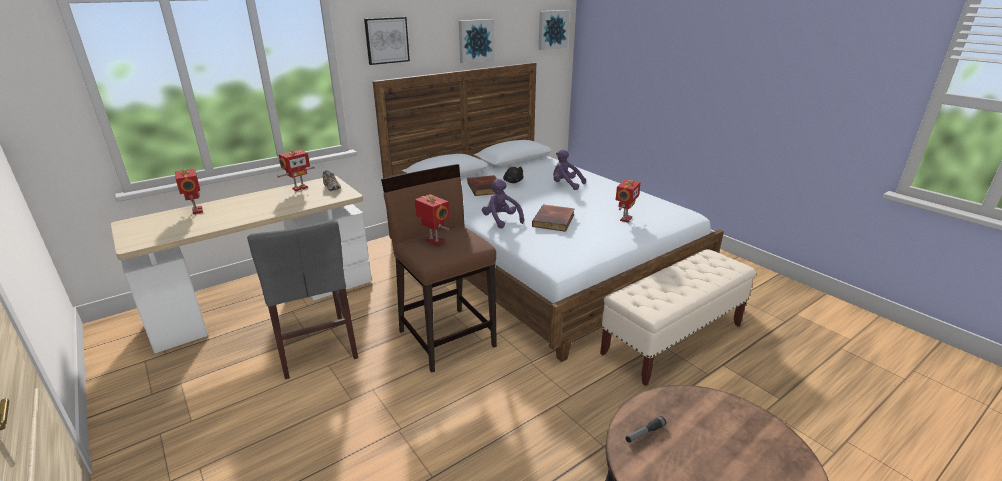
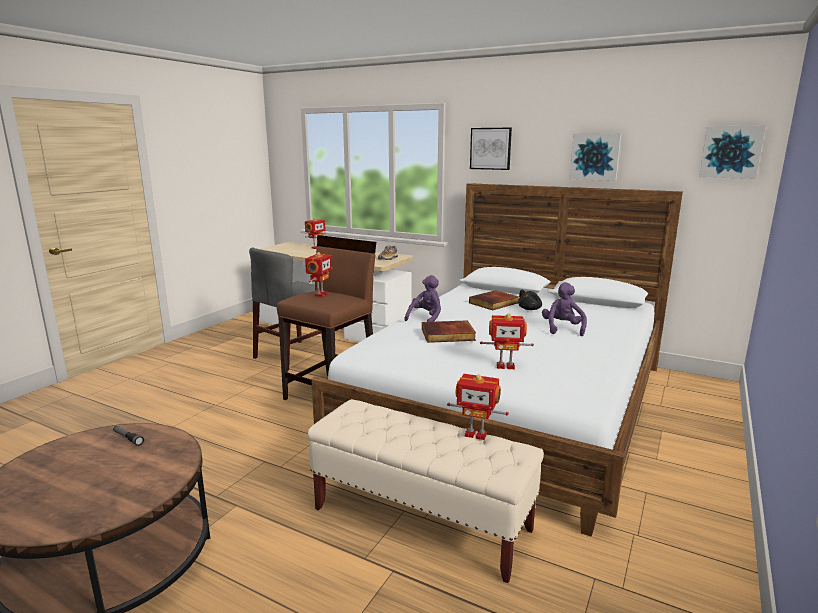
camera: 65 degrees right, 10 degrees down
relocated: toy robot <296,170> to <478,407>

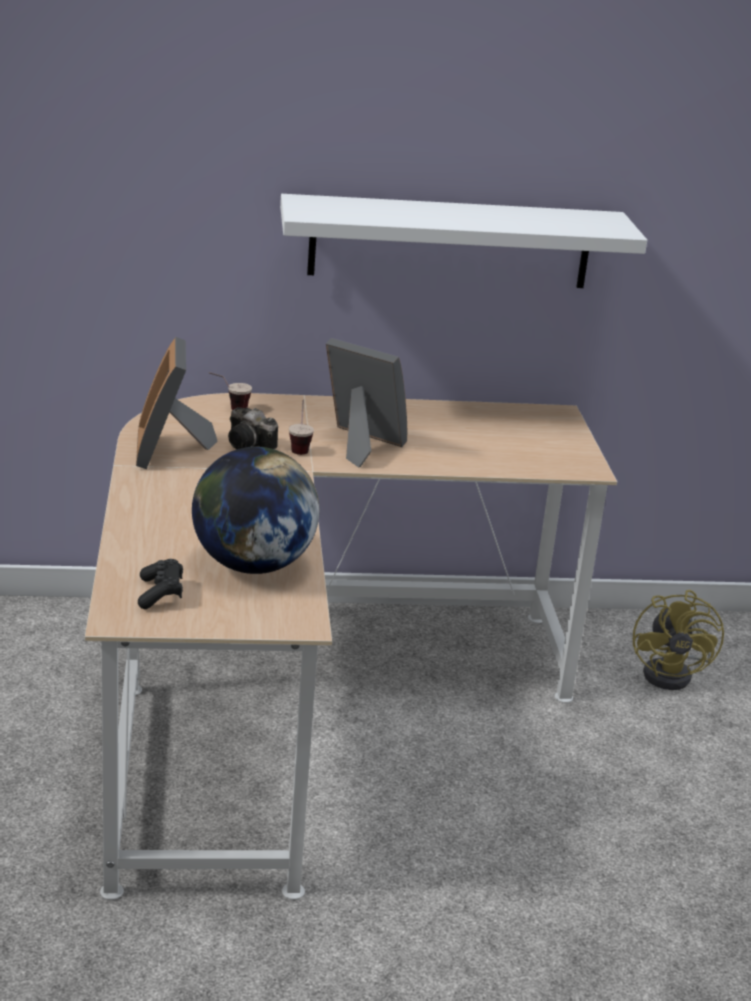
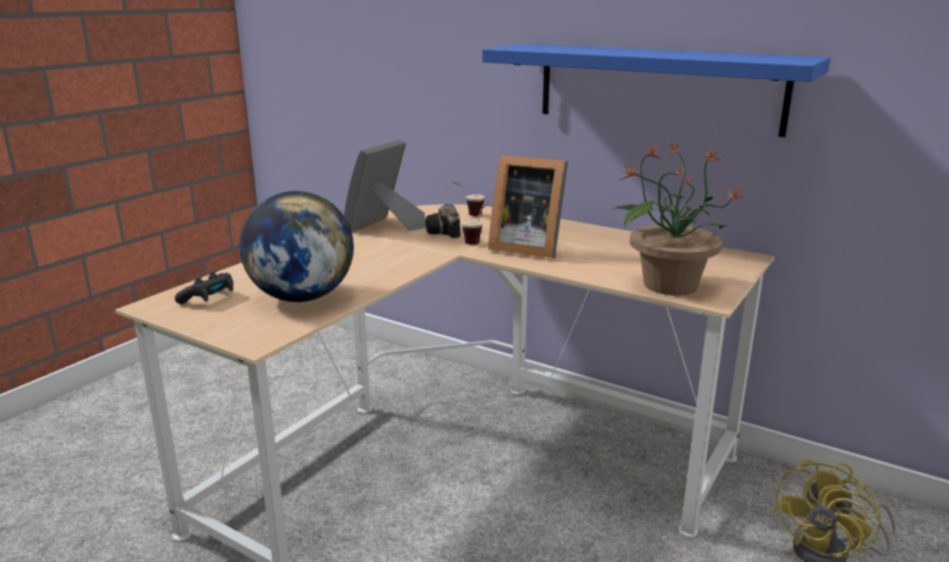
camera: 40 degrees right, 5 degrees down
appeared: potted plant <679,218>
colour: white shelf <463,241> to blue shelf <656,90>
spun: picture frame <366,403> = <528,206> 135 degrees clockwise

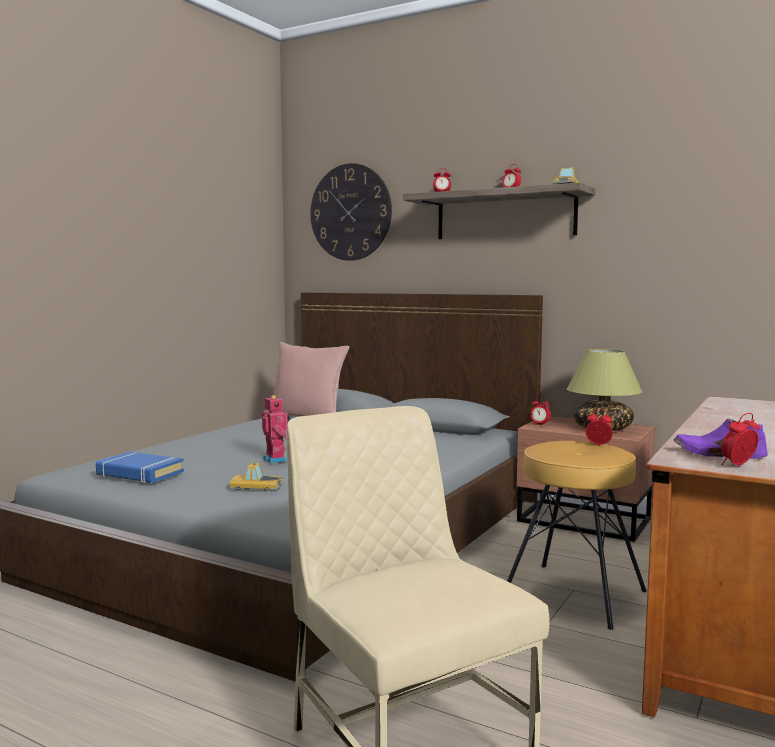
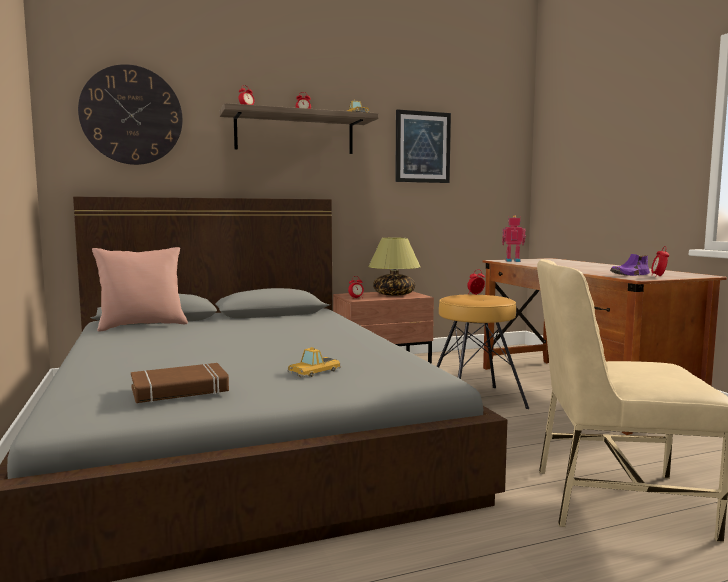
camera: 50 degrees left, 0 degrees up
appeared: picture <423,146>
relocated: toy robot <276,429> to <514,238>
colour: blue book <140,467> to brown book <180,383>

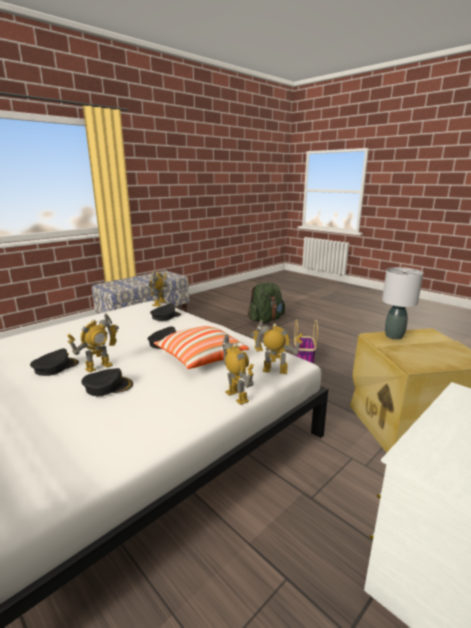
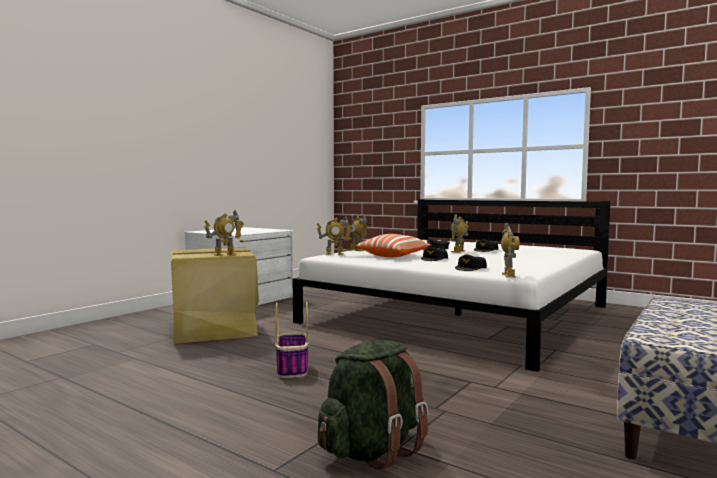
camera: 170 degrees right, 15 degrees down
exchanged: grey table lamp <402,303> to toy robot <224,233>

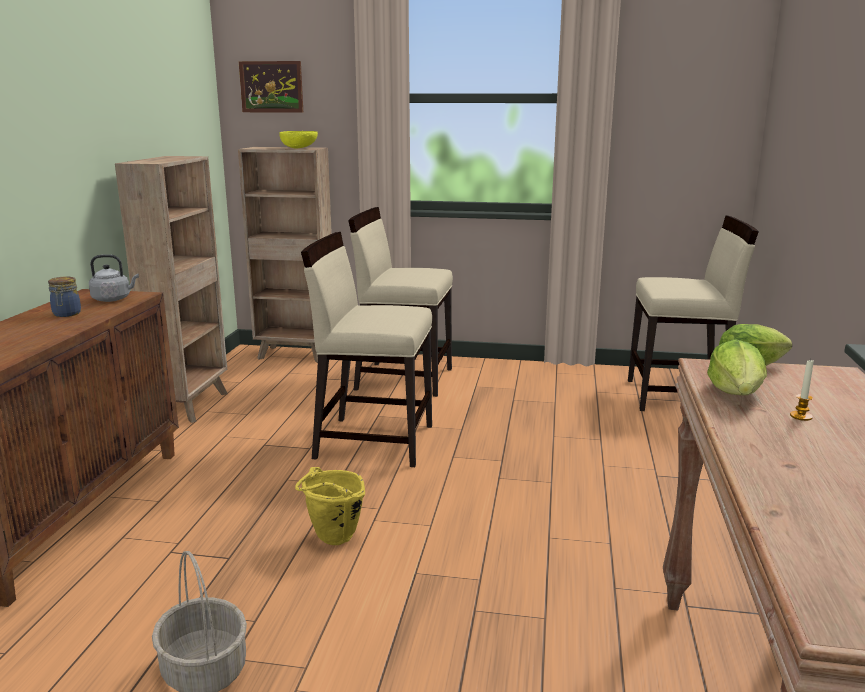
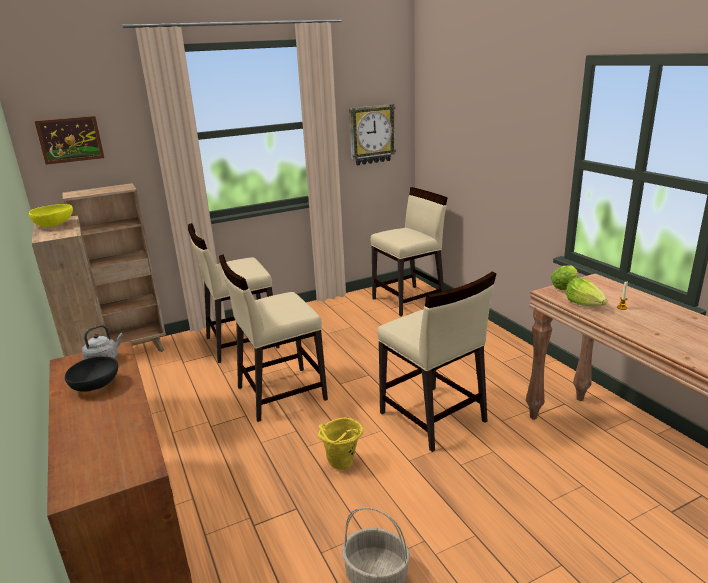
camera: 35 degrees left, 5 degrees up
appeared: wall clock <372,134>; beige chair <436,361>
relocated: yellow bowl <298,139> to <51,215>
exchanged: jar <64,297> to black bowl <91,374>

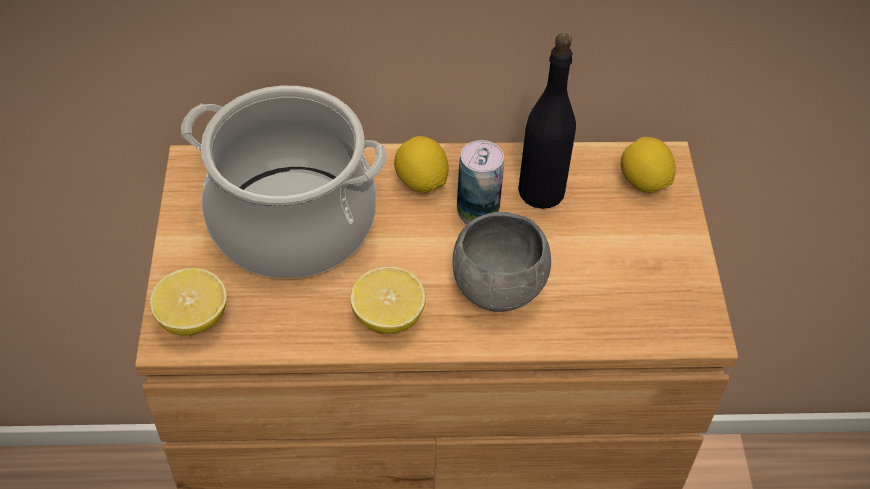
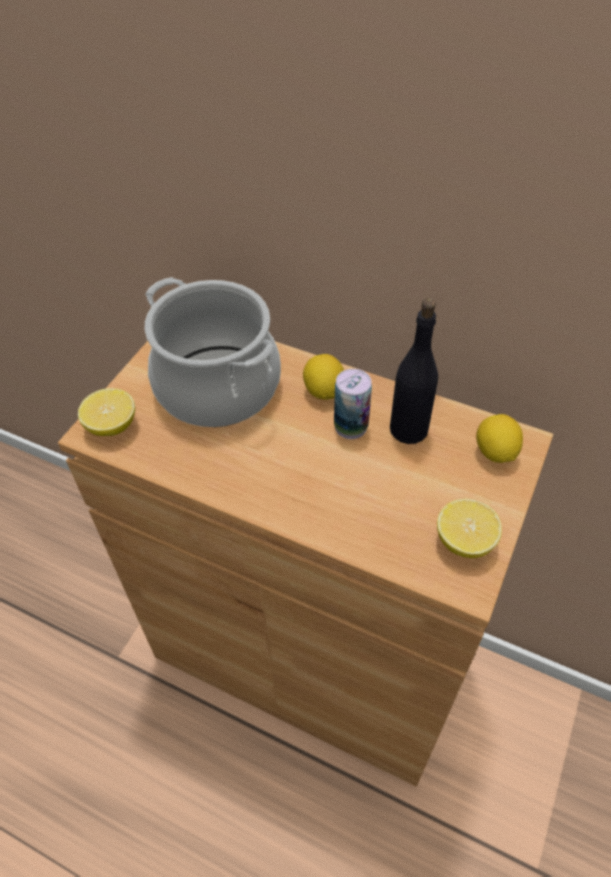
camera: 30 degrees right, 0 degrees up
missing: grey bowl <501,262>
relocated: lemon <388,300> to <469,528>

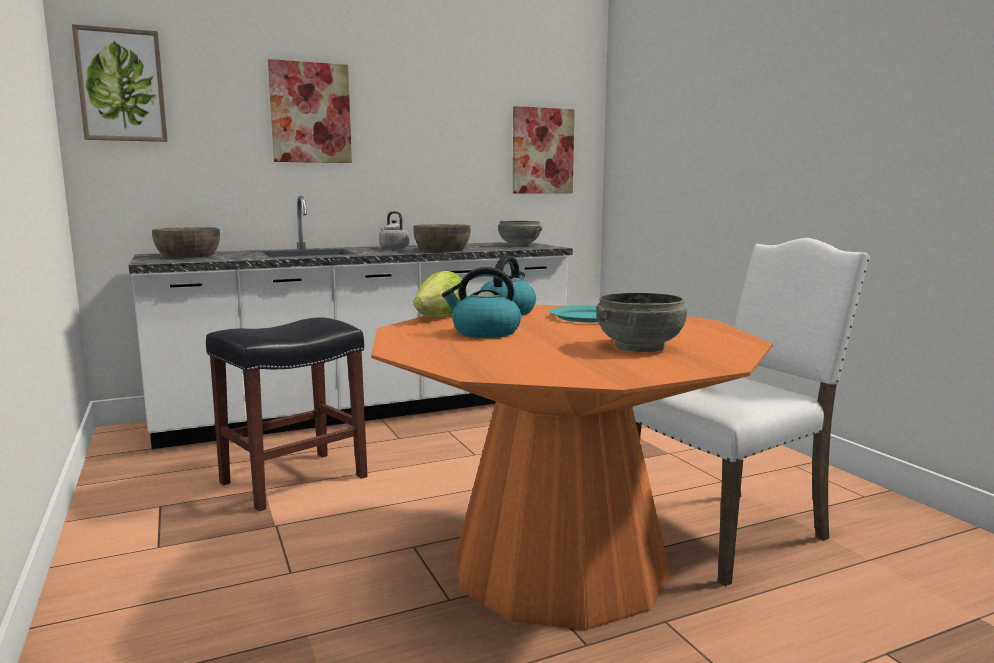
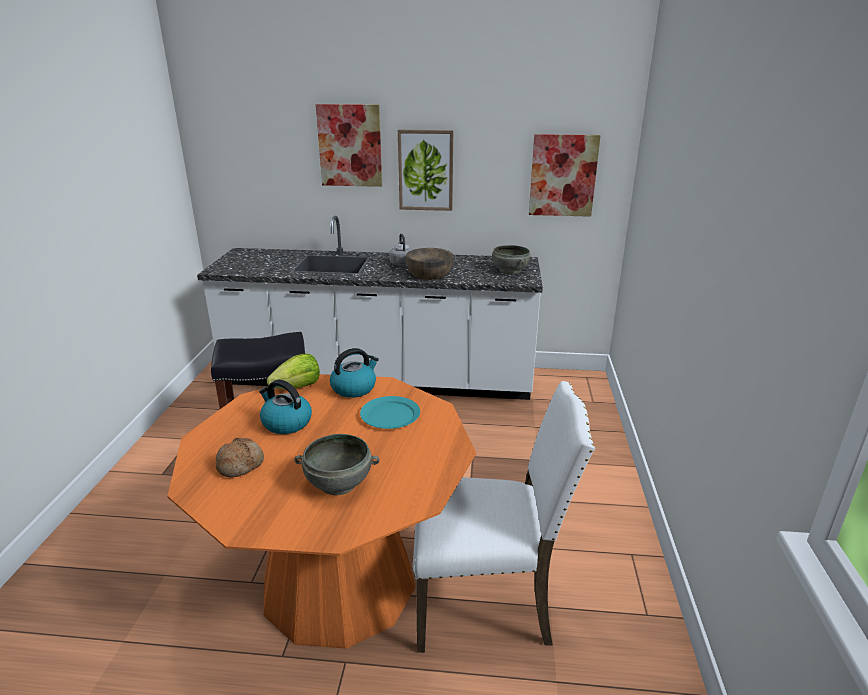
camera: 30 degrees right, 15 degrees up
missing: brown bowl <186,242>
appeared: bread <240,458>
relocated: picture <120,83> to <425,170>

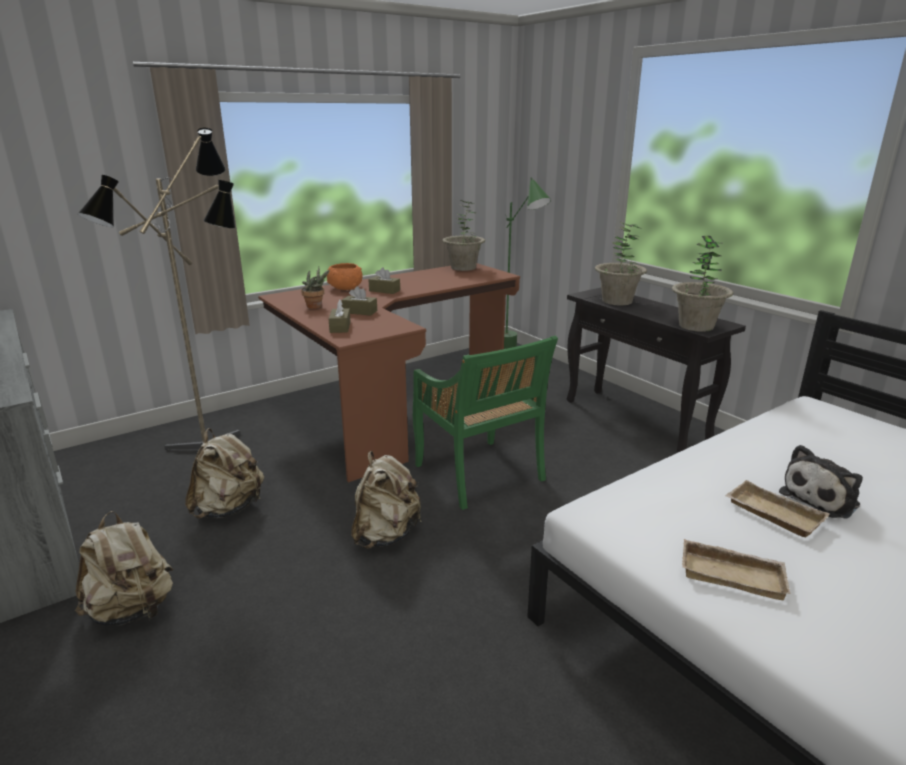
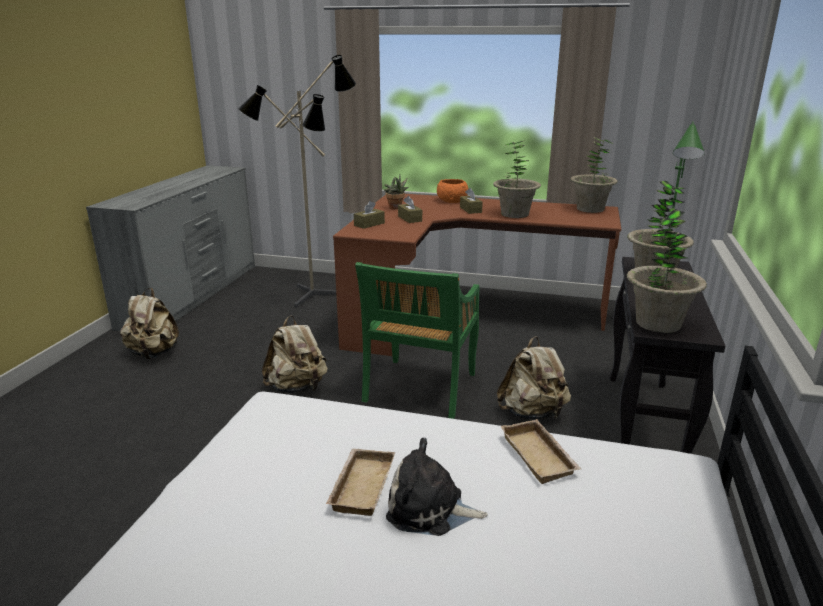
camera: 50 degrees right, 0 degrees up
appeared: potted plant <517,179>
relocated: beige backpack <224,473> to <534,378>; beige tray <736,569> to <541,451>

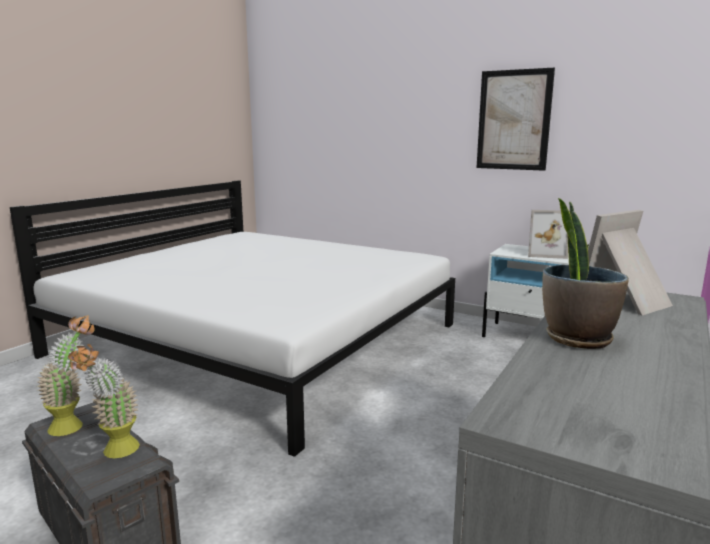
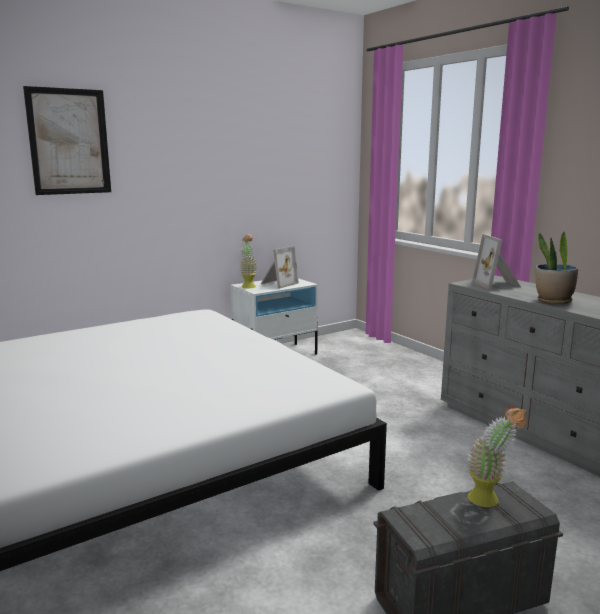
camera: 65 degrees left, 0 degrees up
relocated: potted plant <65,375> to <248,261>; picture <516,119> to <67,140>

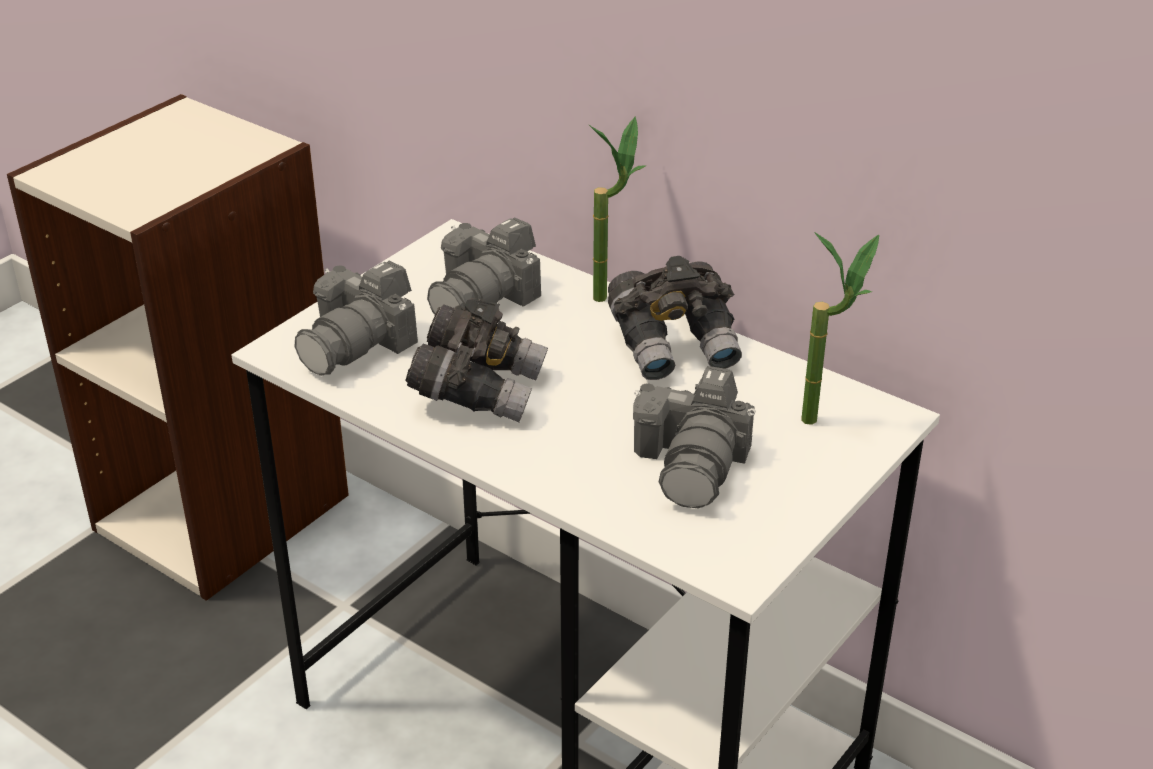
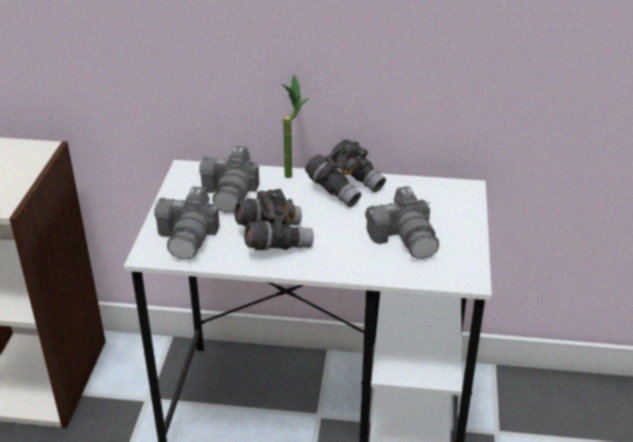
camera: 30 degrees left, 0 degrees up
missing: potted plant <840,328>

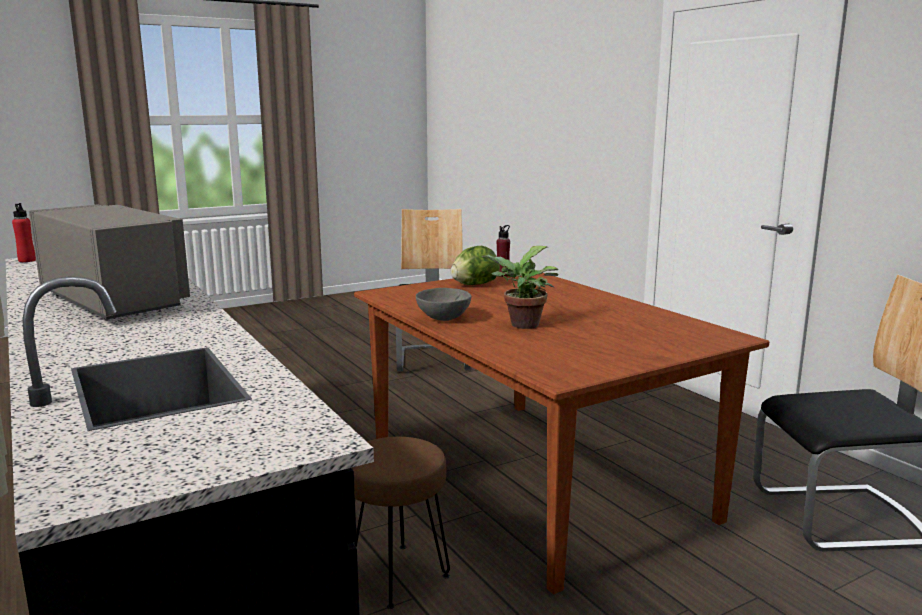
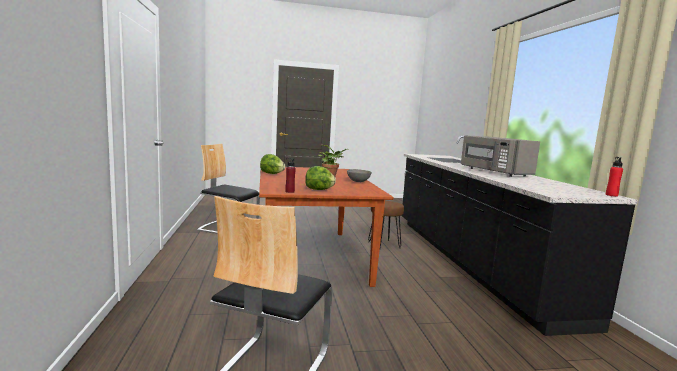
camera: 160 degrees left, 5 degrees down
appeared: lettuce <272,164>

